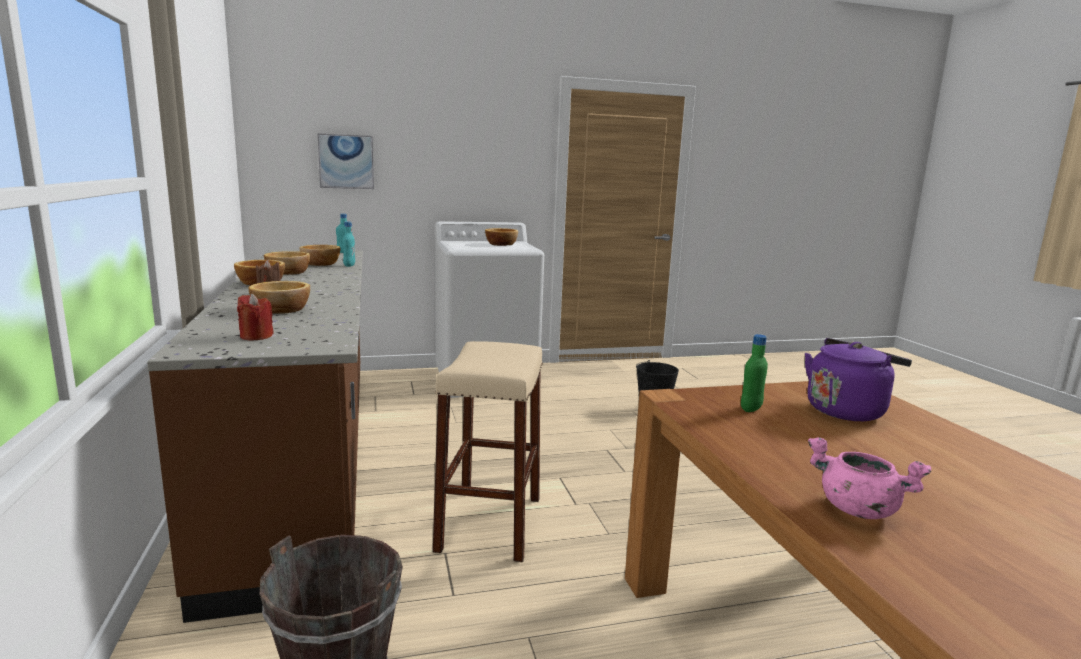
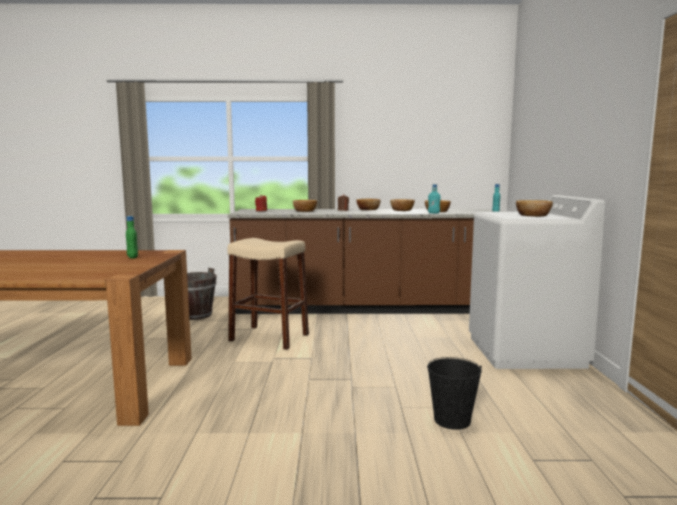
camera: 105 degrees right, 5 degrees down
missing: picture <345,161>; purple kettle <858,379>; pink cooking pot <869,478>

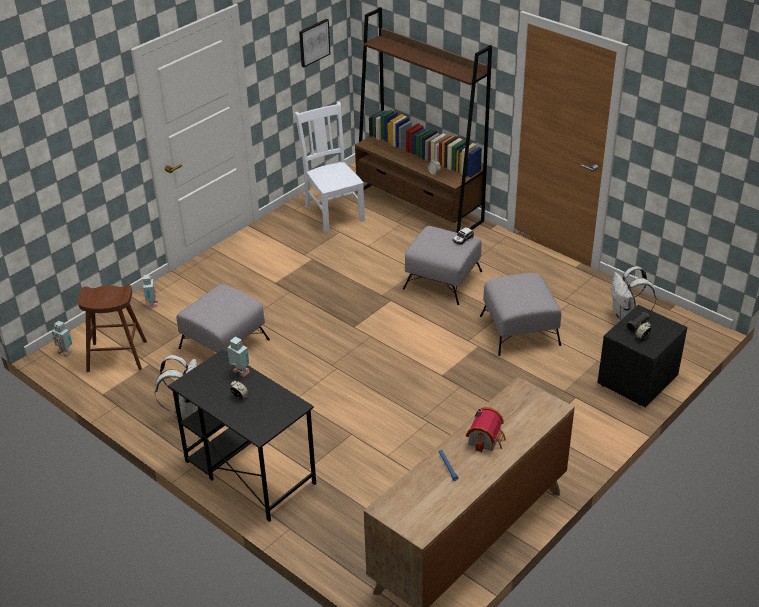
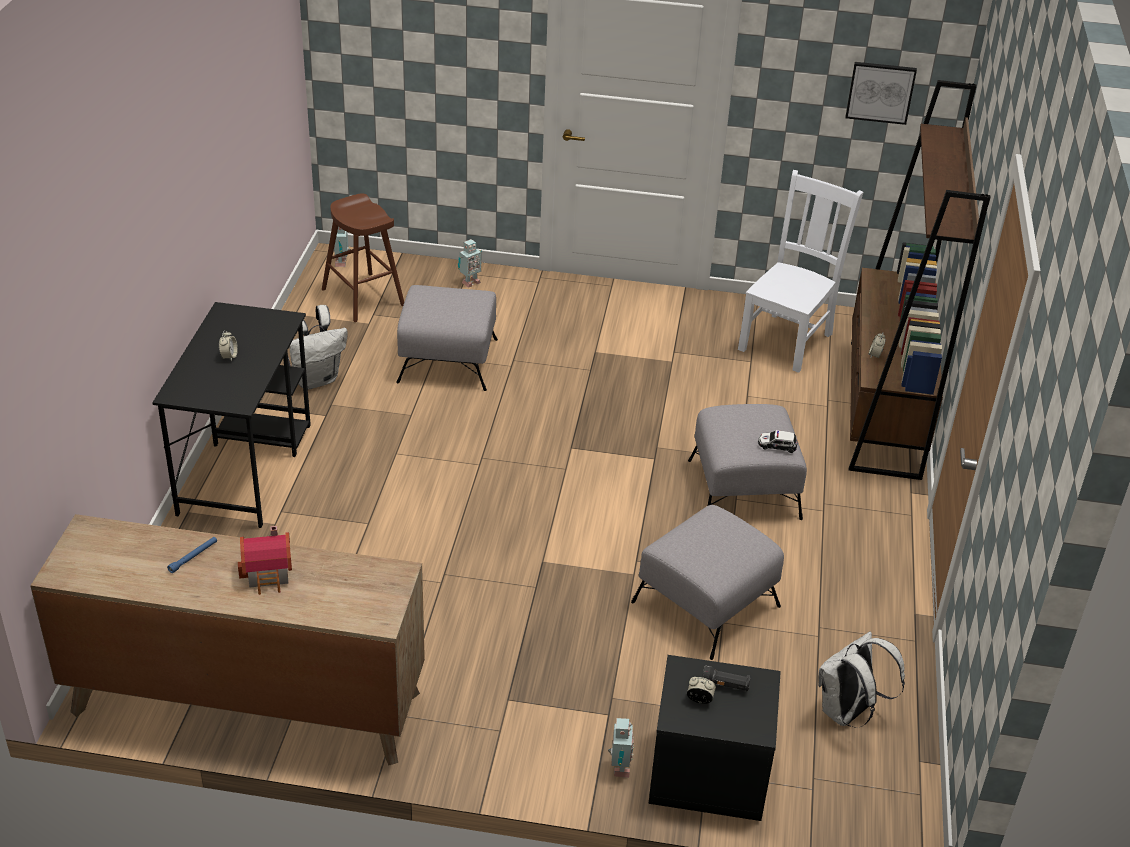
camera: 55 degrees right, 0 degrees up
relocated: toy robot <238,357> to <621,748>

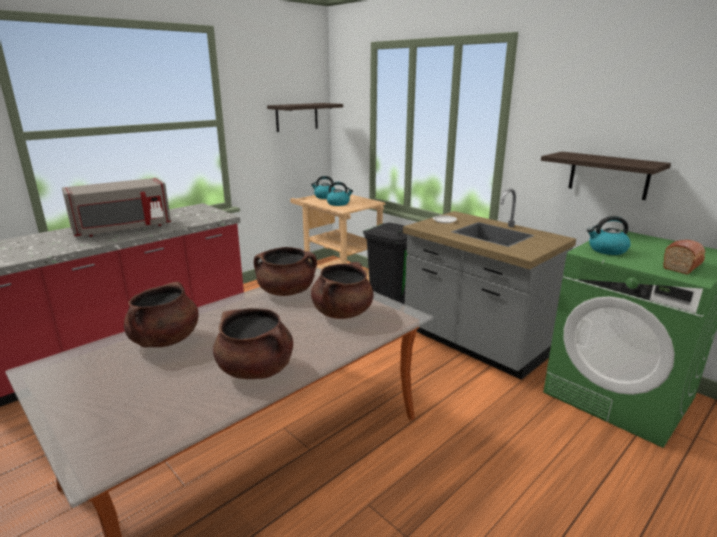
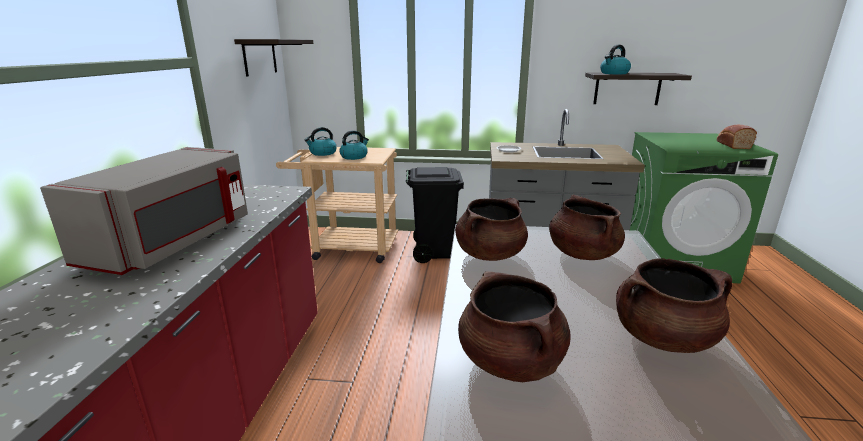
camera: 40 degrees left, 0 degrees up
relocated: kettle <609,235> to <615,59>

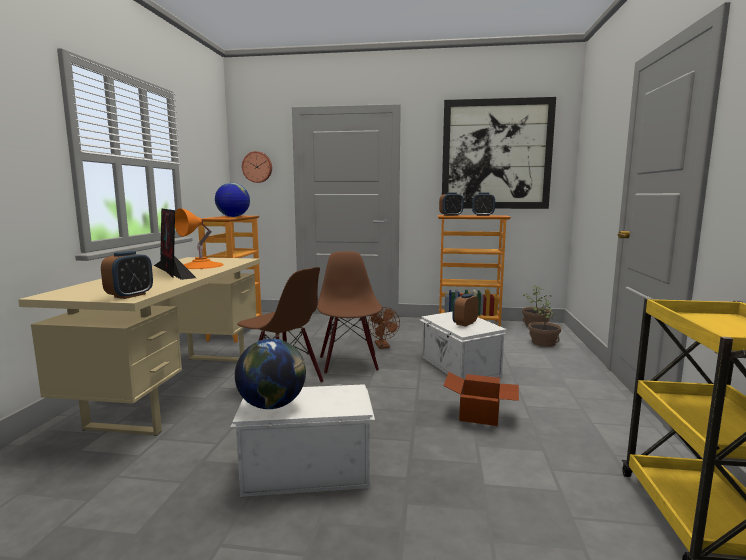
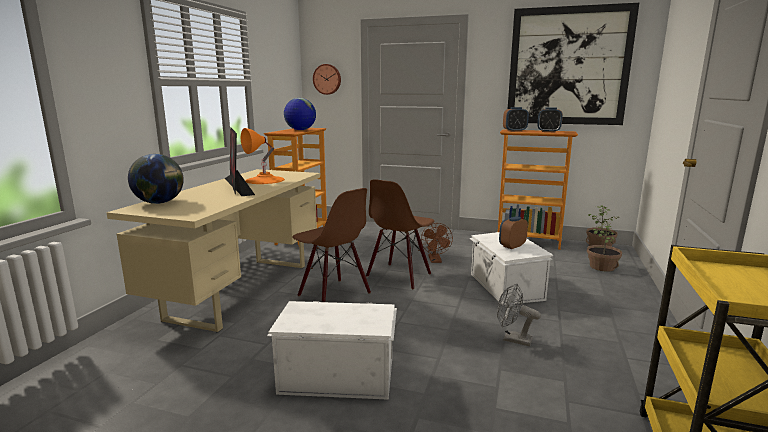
camera: 10 degrees right, 5 degrees up
missing: alarm clock <127,275>
relocated: globe <270,374> to <156,179>
exchanged: cardboard box <481,399> to grey fan <519,315>
spun: brown chair <349,312> = <400,234> 150 degrees counterclockwise

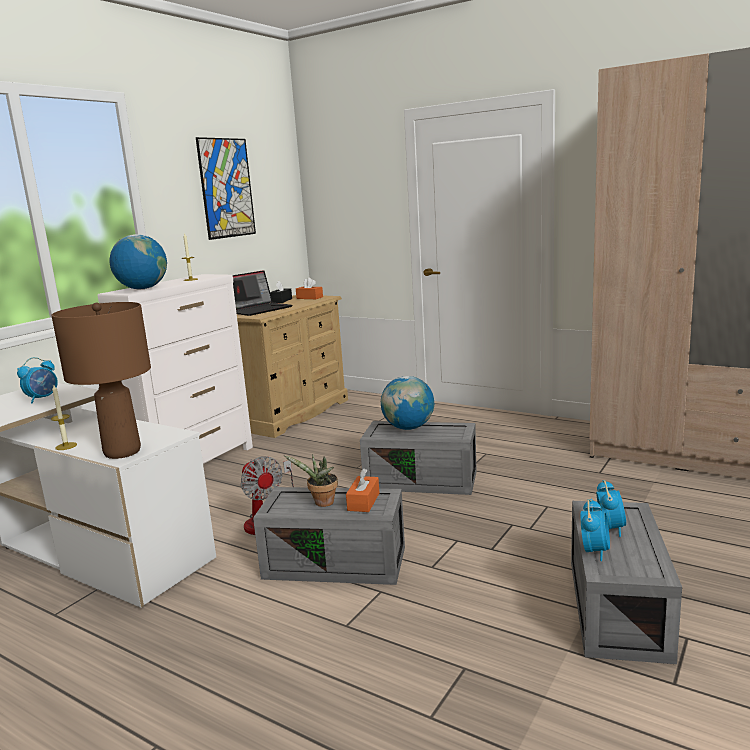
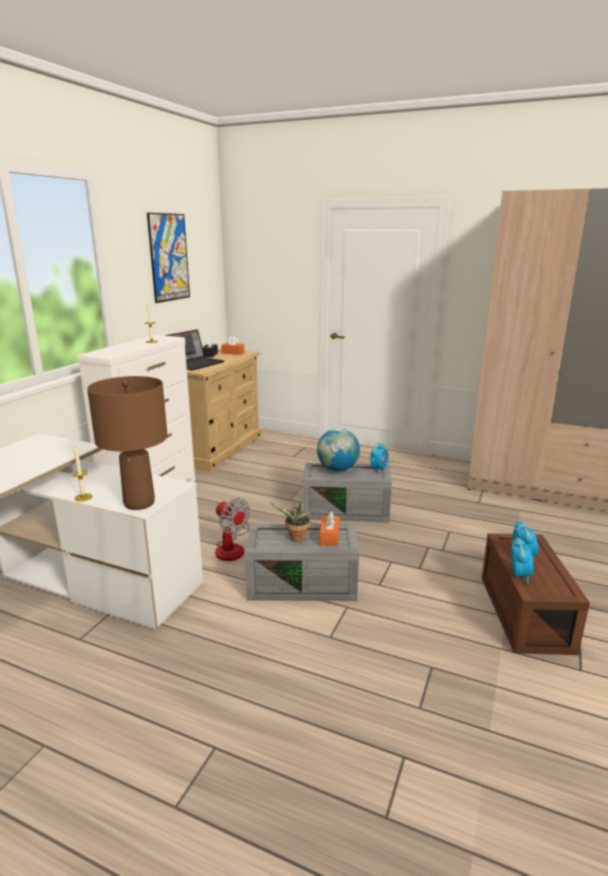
camera: 10 degrees left, 5 degrees up
missing: globe <138,261>
relocated: alarm clock <37,380> to <379,457>
colour: grey storage box <626,582> to brown storage box <536,594>

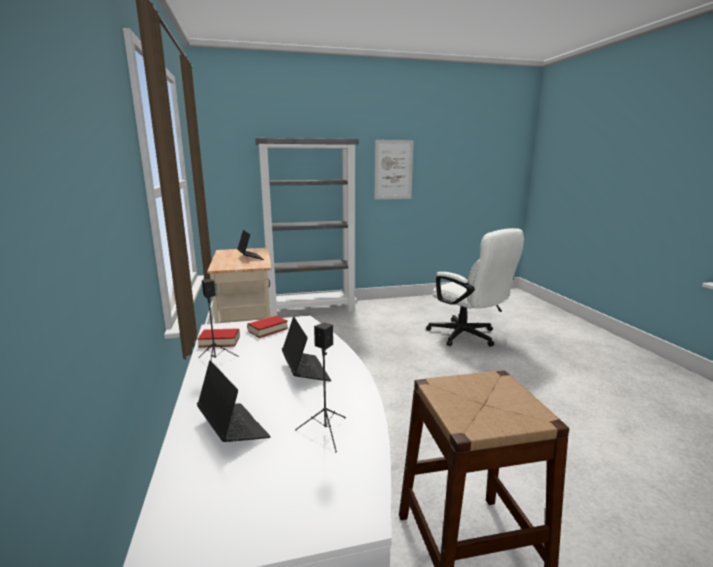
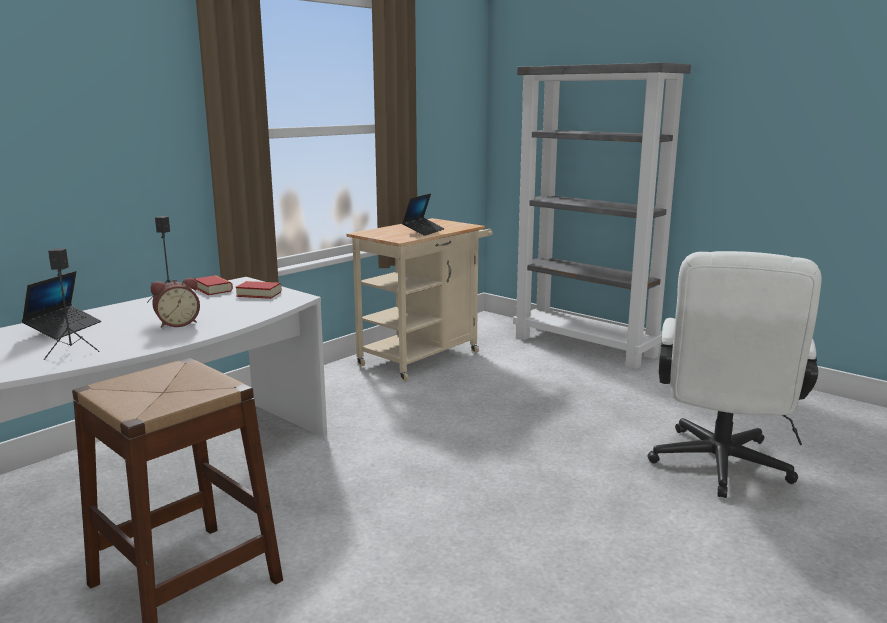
camera: 55 degrees right, 0 degrees up
missing: picture <394,169>
exchanged: laptop <306,348> to alarm clock <175,302>

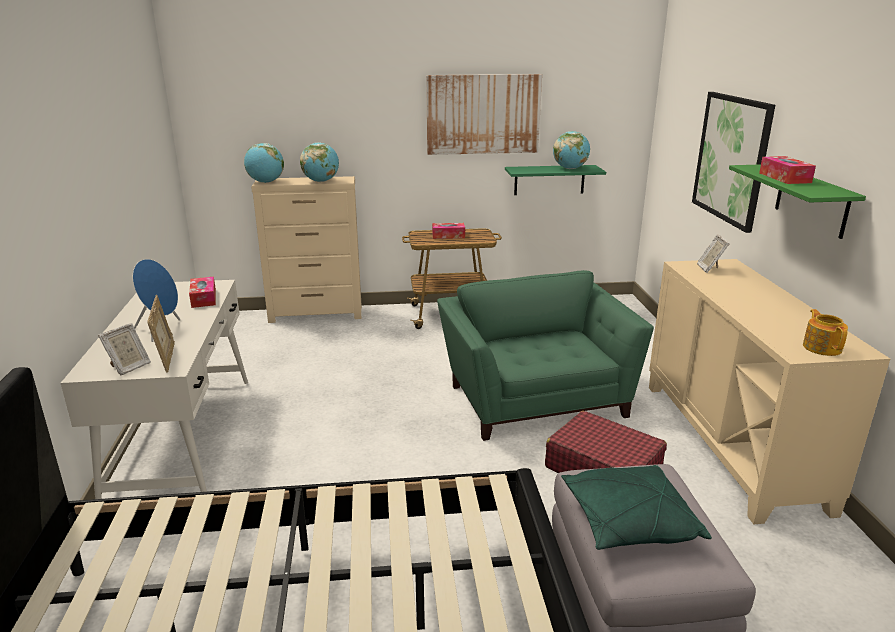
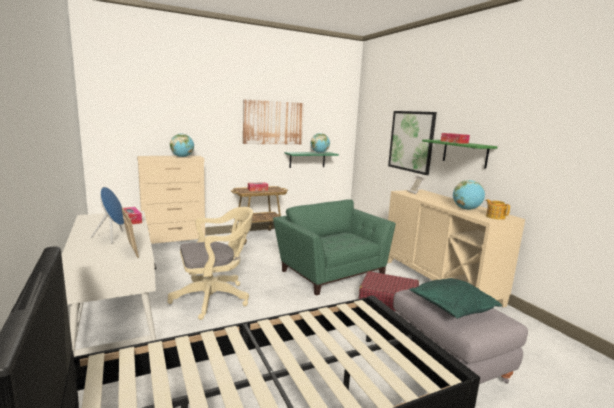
camera: 20 degrees left, 10 degrees down
missing: picture frame <124,349>
appeared: beige office chair <210,263>
relocated: globe <264,163> to <469,195>

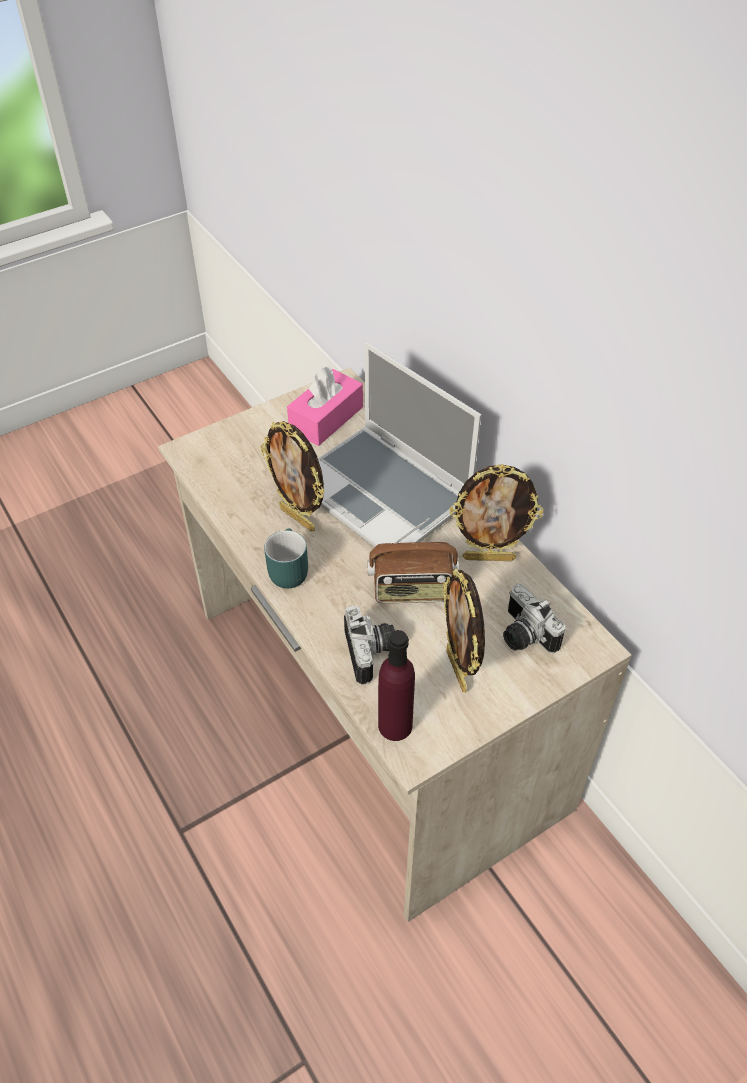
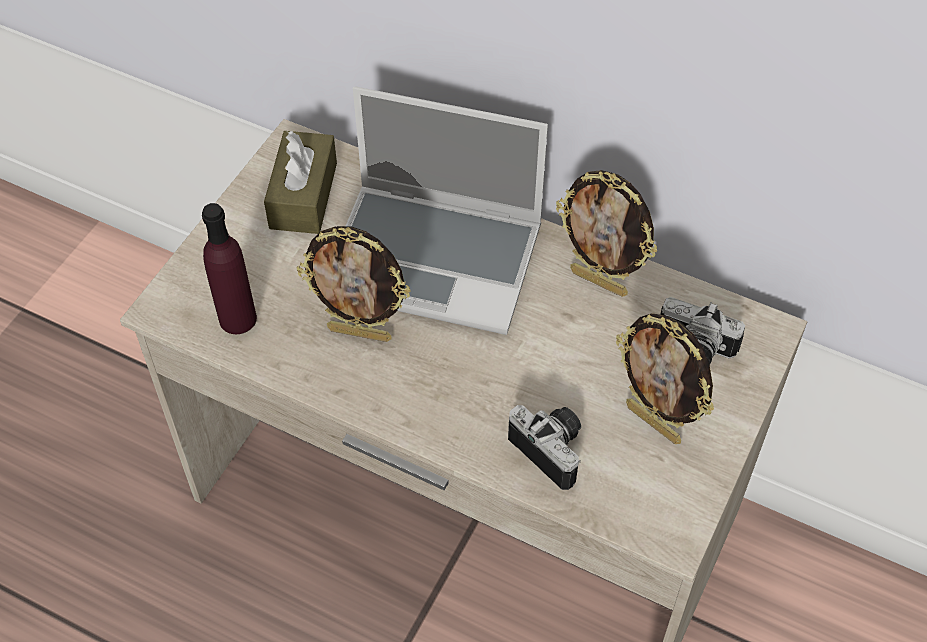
camera: 30 degrees left, 5 degrees up
missing: turquoise mug <286,559>; radio <413,560>
relocated: purple bottle <396,685> to <229,268>
colour: pink tissue box <325,406> to brown tissue box <300,182>
spun: picture frame <496,512> = <607,233> 60 degrees clockwise

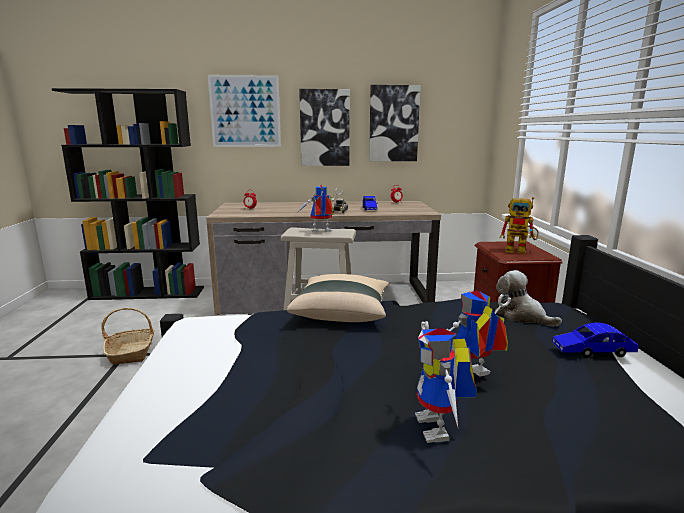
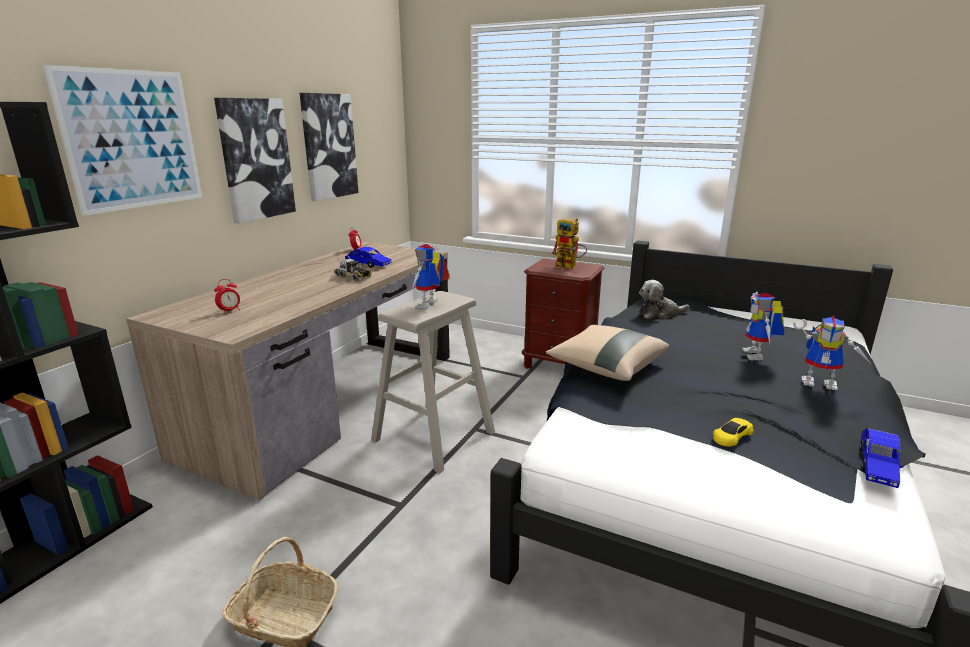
camera: 60 degrees left, 5 degrees up
appeared: yellow toy car <733,432>
relocated: blue toy car <595,340> to <881,458>
spun: toy robot <519,225> = <569,244> 75 degrees clockwise

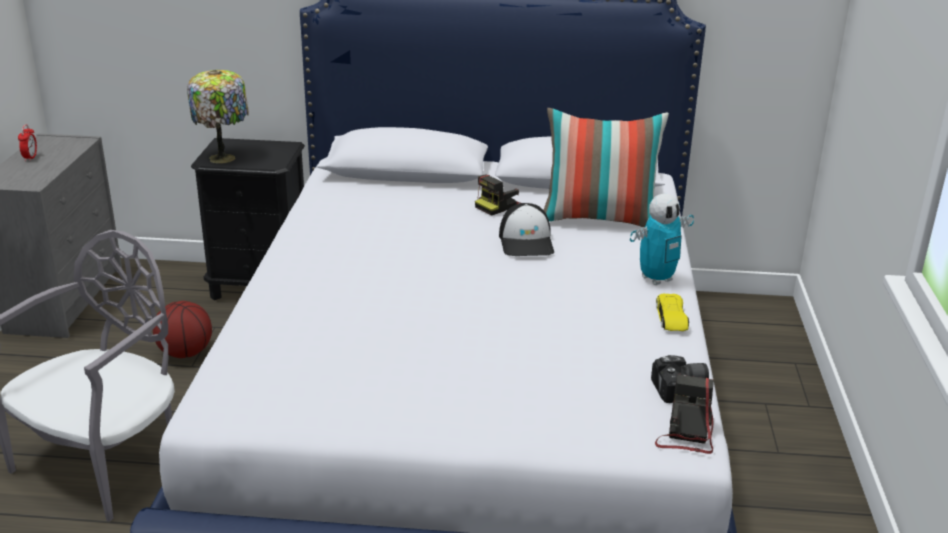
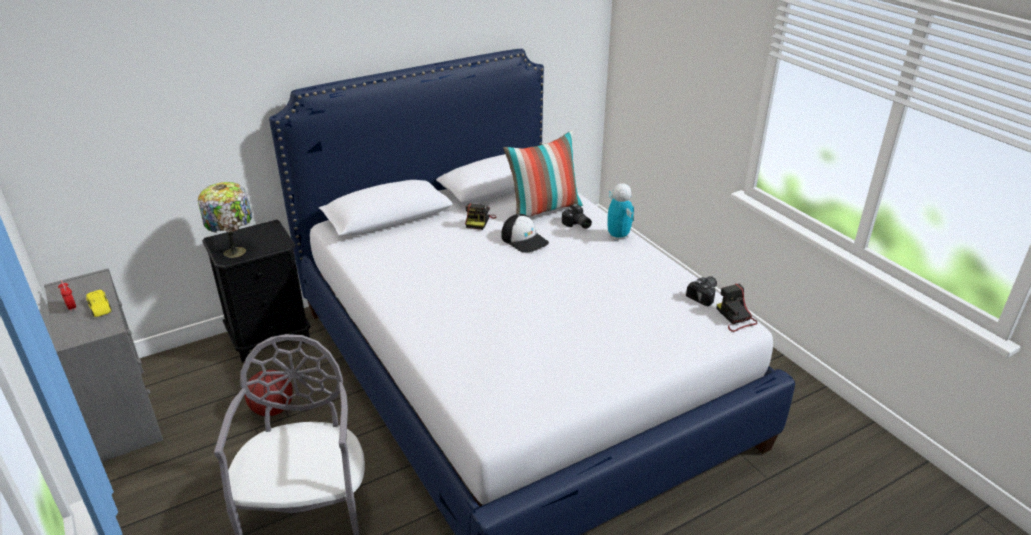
camera: 35 degrees left, 5 degrees up
appeared: photo camera <577,216>
relocated: yellow toy car <672,312> to <99,303>
spun: toy robot <662,239> = <620,212> 45 degrees counterclockwise

